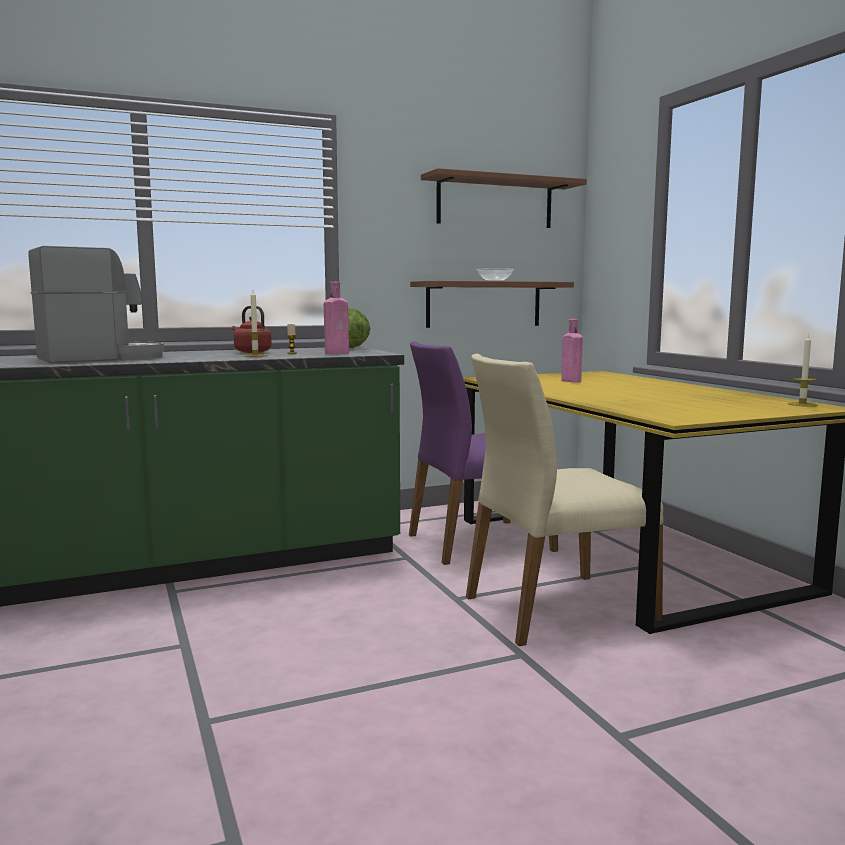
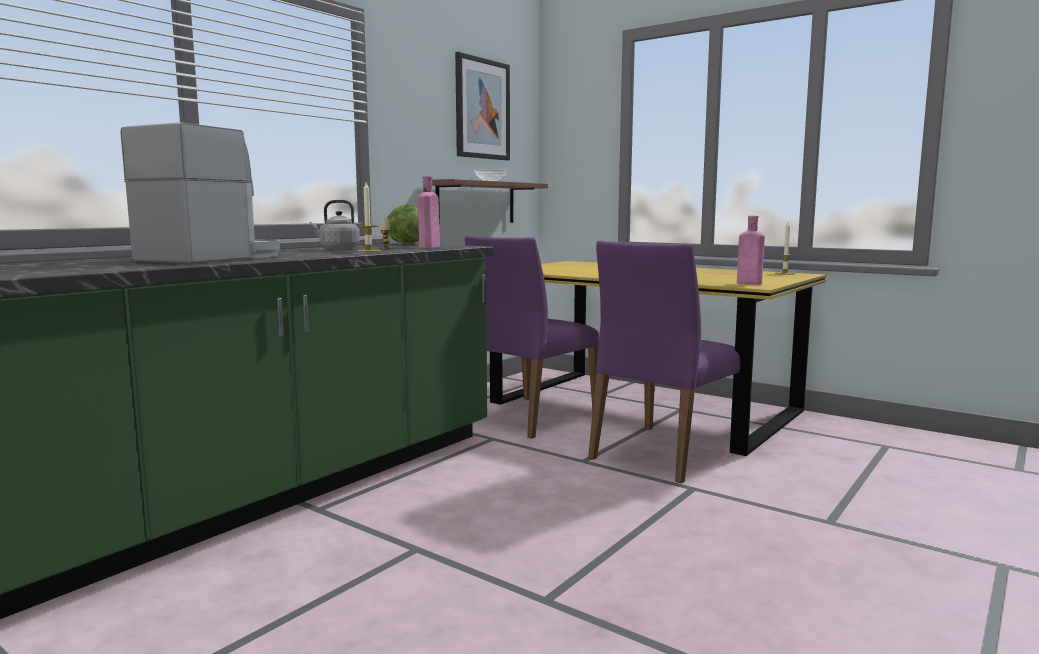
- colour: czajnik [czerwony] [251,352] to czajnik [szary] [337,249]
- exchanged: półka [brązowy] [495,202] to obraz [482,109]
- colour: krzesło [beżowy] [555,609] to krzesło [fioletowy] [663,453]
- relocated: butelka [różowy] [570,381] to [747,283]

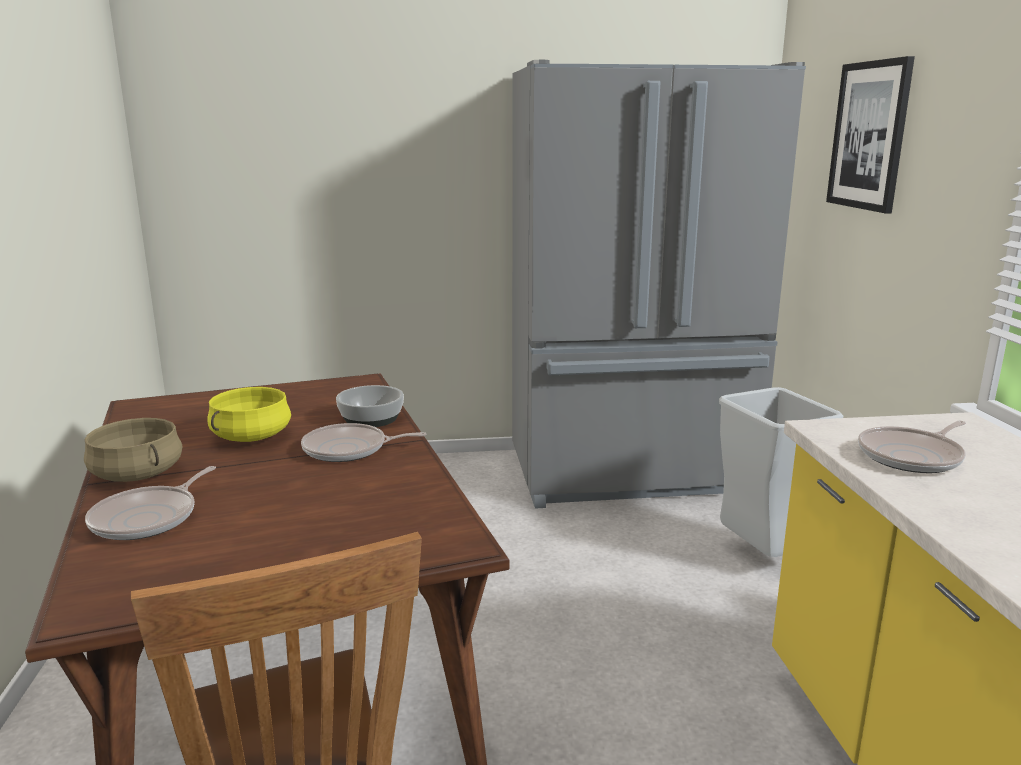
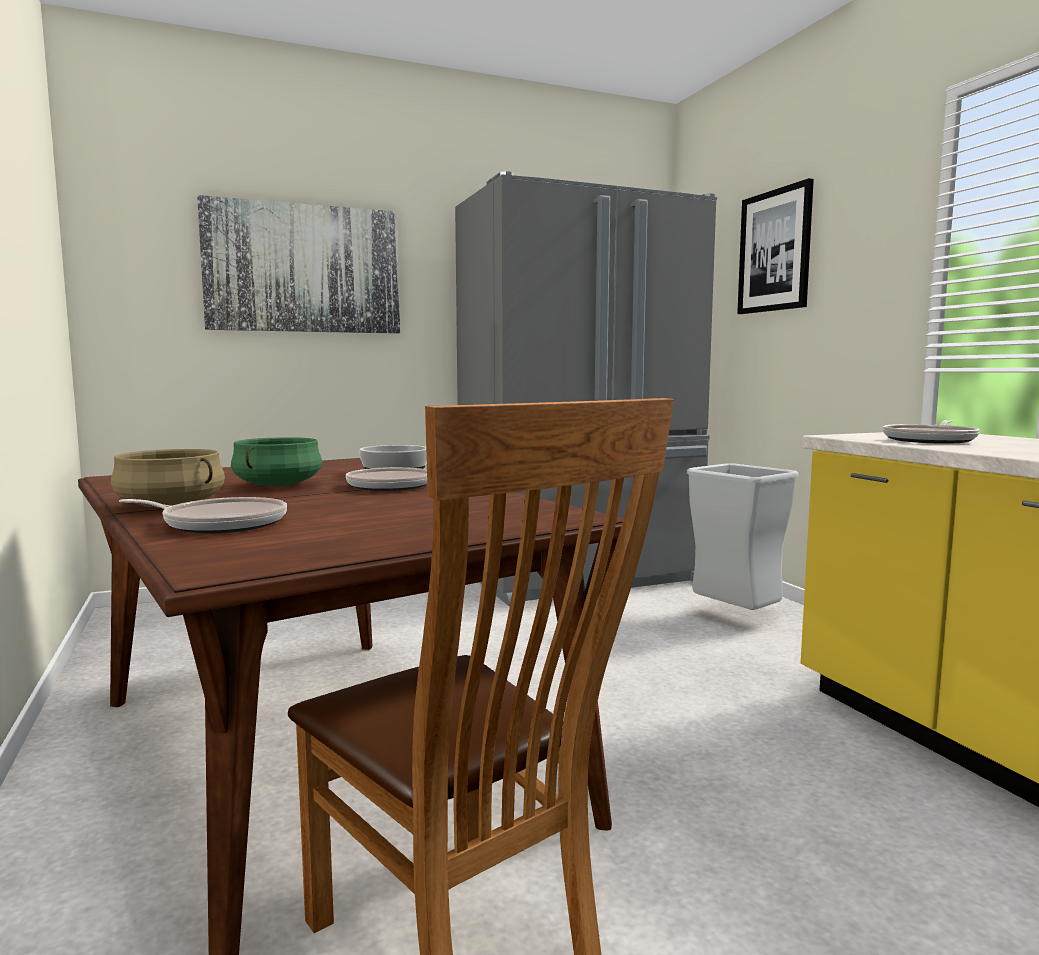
- spun: patelnia [149,518] = [220,524] 90 degrees counterclockwise
- colour: garnek [żółty] [251,436] to garnek [zielony] [277,485]
- appeared: obraz [303,269]

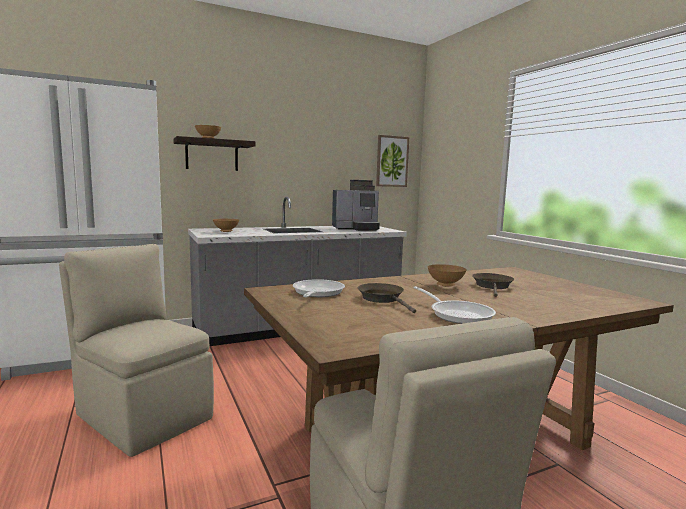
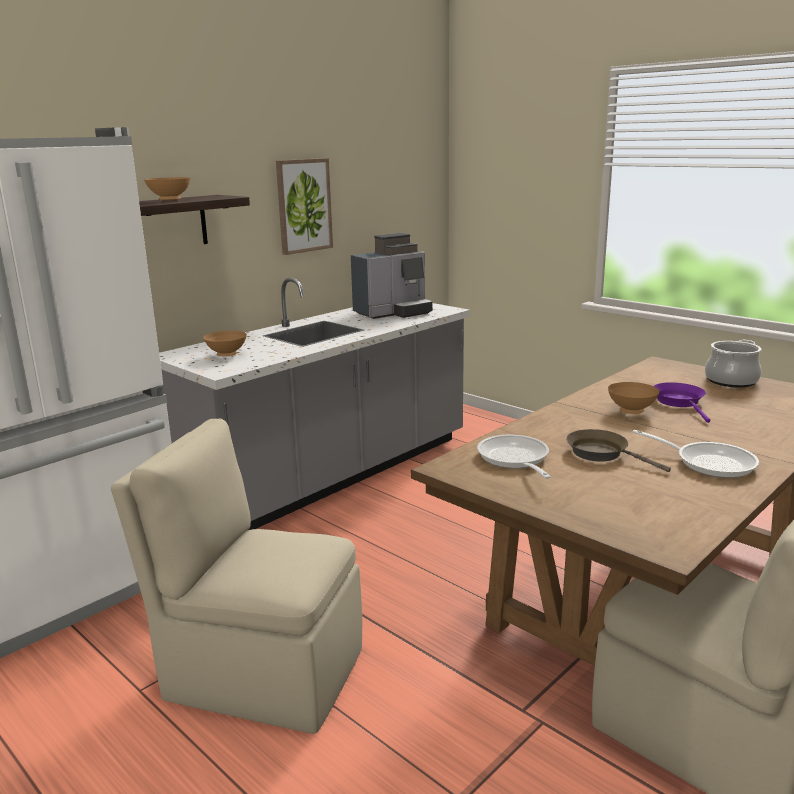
- relocated: obraz [392,161] to [304,206]
- colour: patelnia [brązowy] [492,286] to patelnia [fioletowy] [680,402]
- appeared: garnek [731,381]

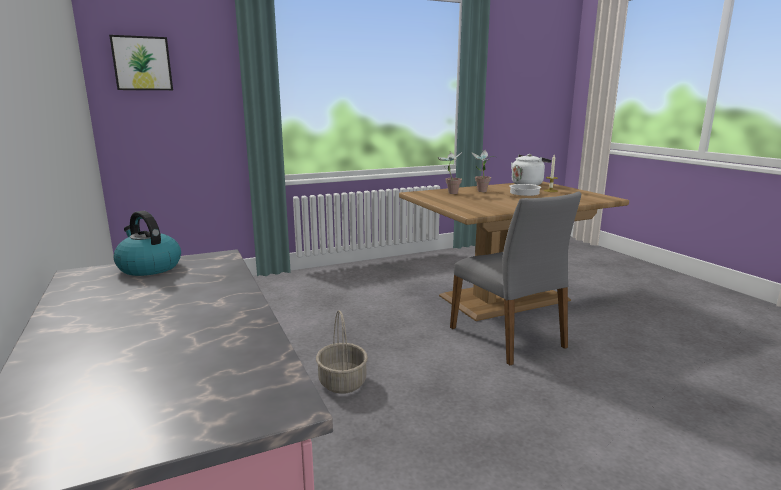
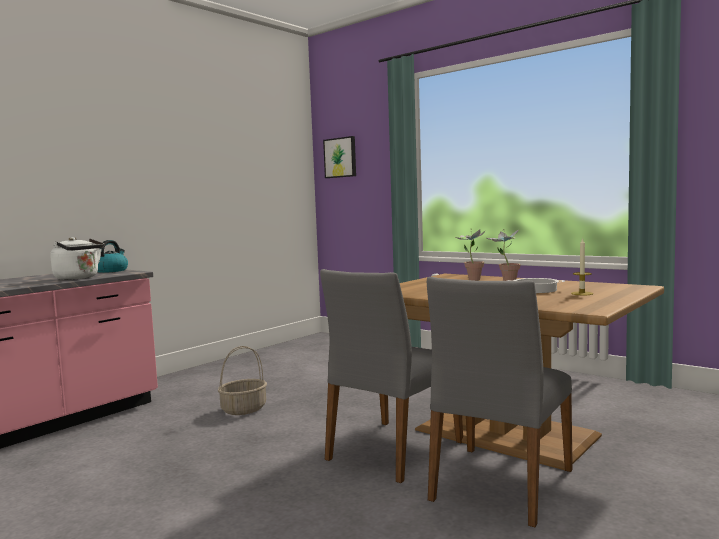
- relocated: czajnik [biały] [528,184] to [79,278]
- appeared: krzesło [szary] [499,484]

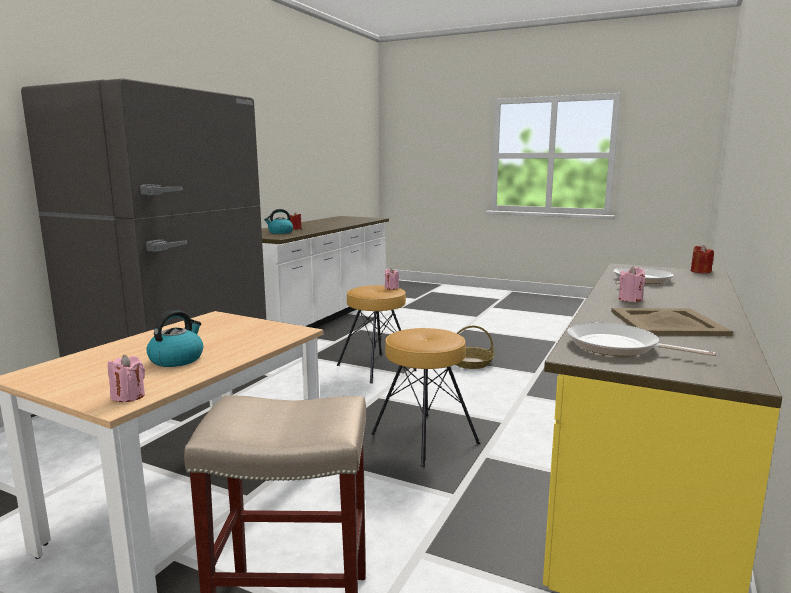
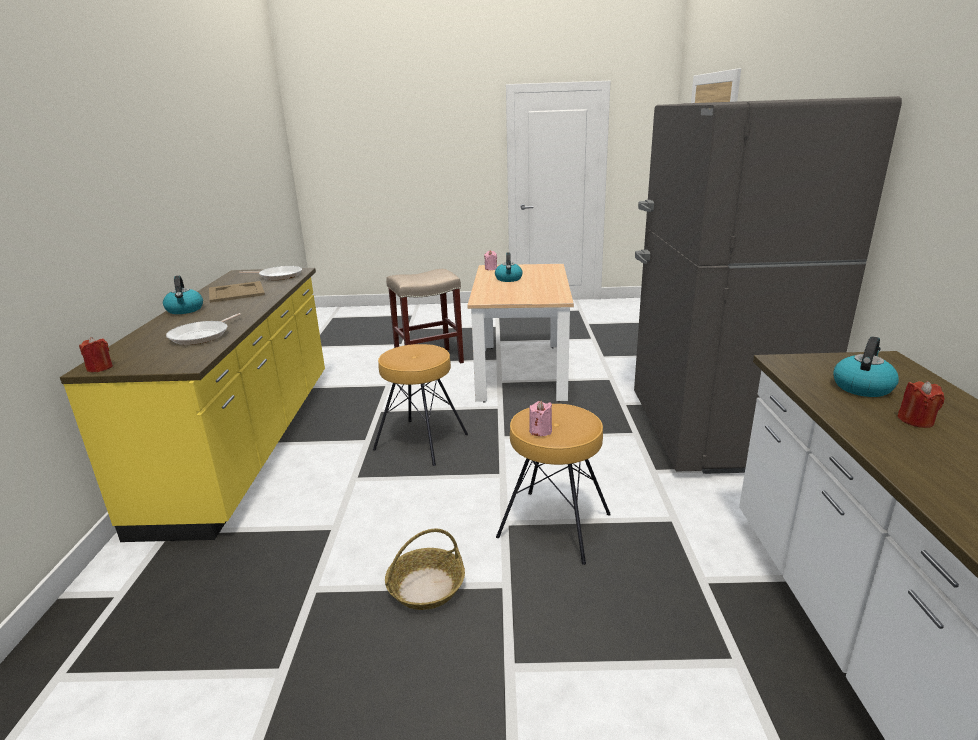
- missing: świeca [różowy] [630,299]
- appeared: czajnik [185,310]

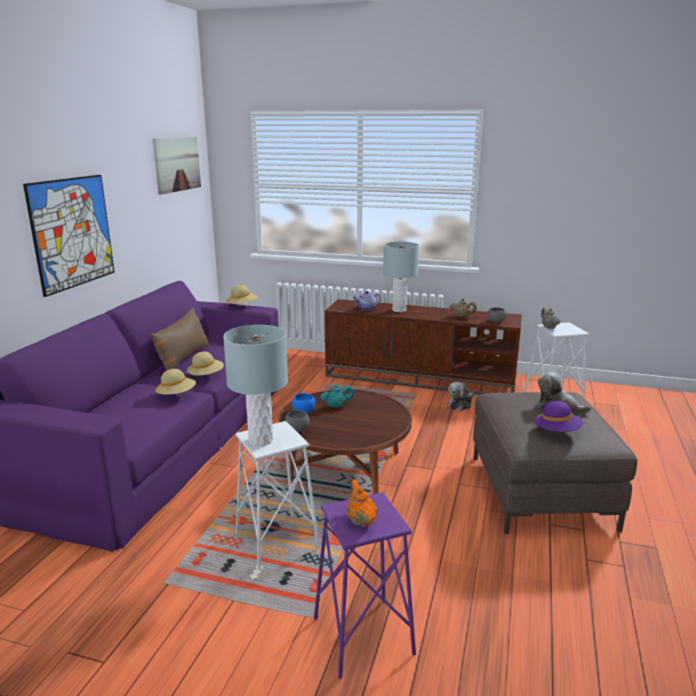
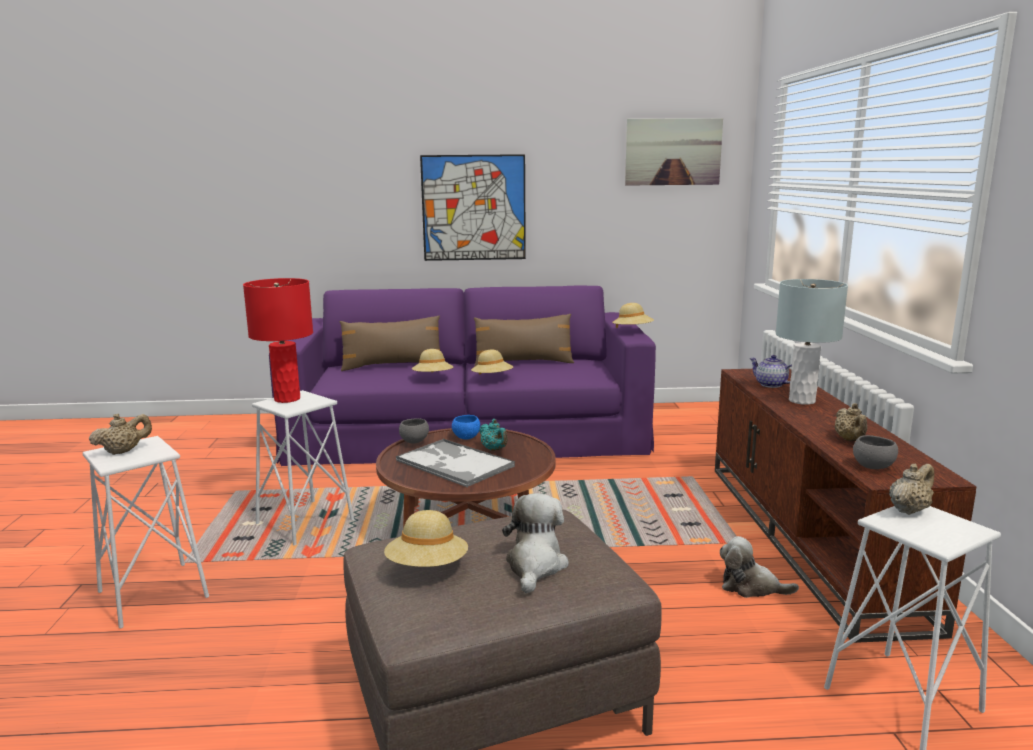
- colour: lampa stołowa [szary] [260,440] to lampa stołowa [czerwony] [287,399]
- colour: stołek [fioletowy] [362,636] to stołek [biały] [154,594]
- colour: imbryk [pomarańczowy] [360,520] to imbryk [beżowy] [123,451]
- colour: kapelusz [fioletowy] [557,432] to kapelusz [beżowy] [427,567]
- appeared: poduszka [brązowy] [392,366]
- appeared: taca [453,463]

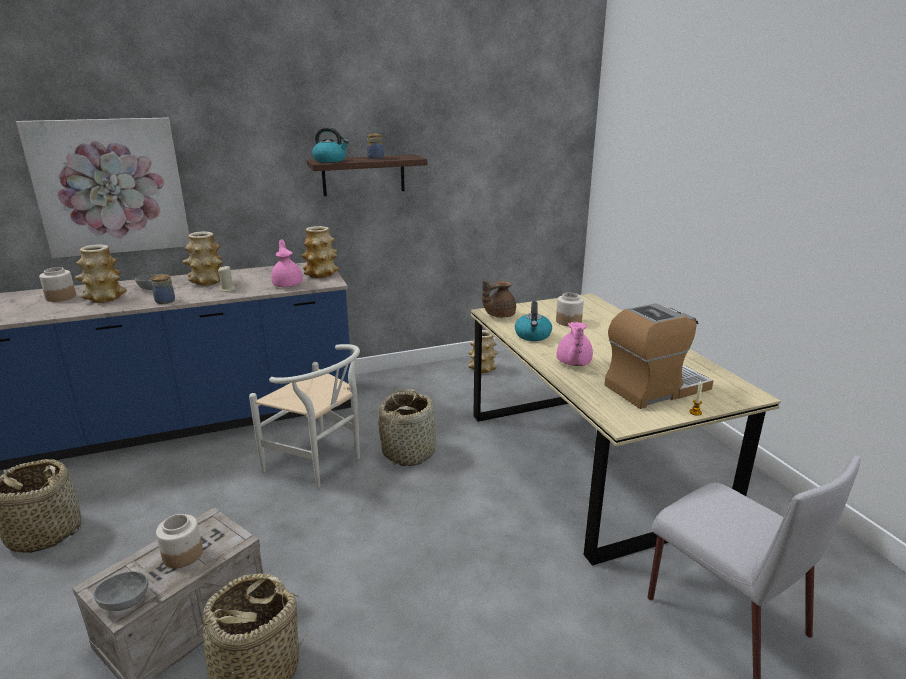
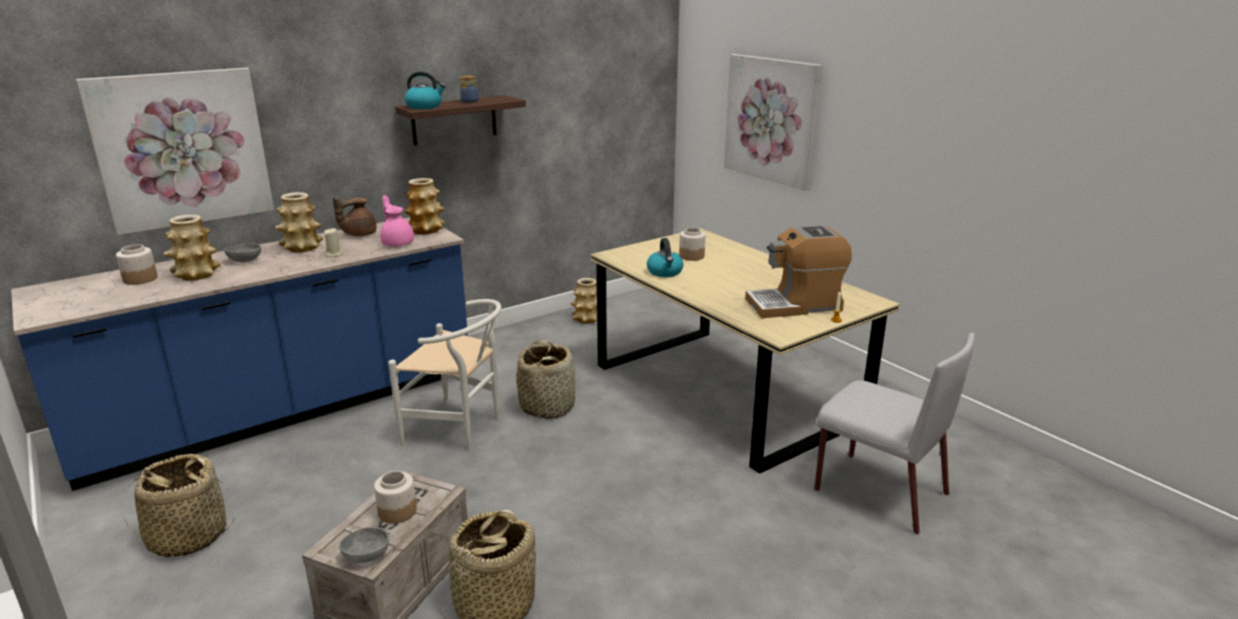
- missing: słoik [166,301]
- relocated: imbryk [brązowy] [498,315] to [358,234]
- missing: imbryk [różowy] [573,363]
- spun: ekspres do kawy [655,388] = [795,305] 150 degrees counterclockwise
- appeared: obraz [771,120]

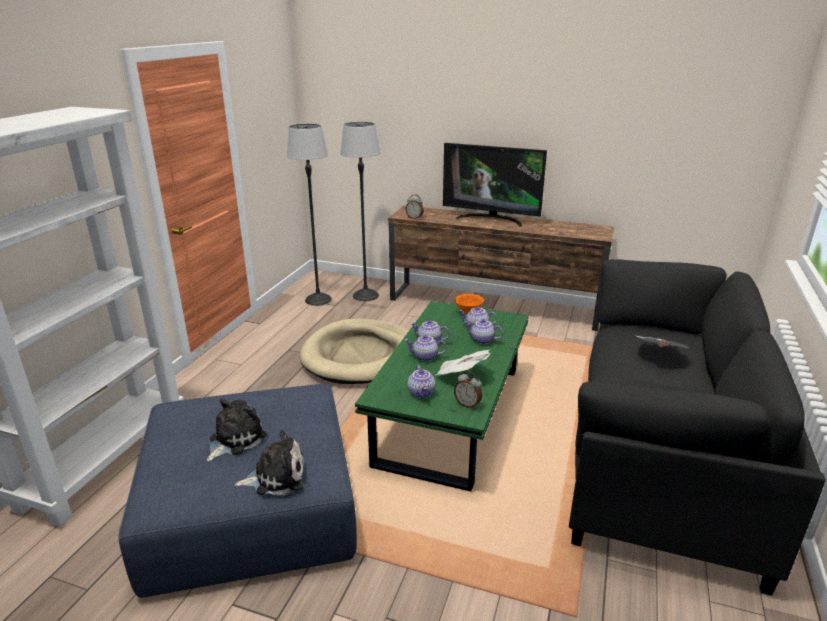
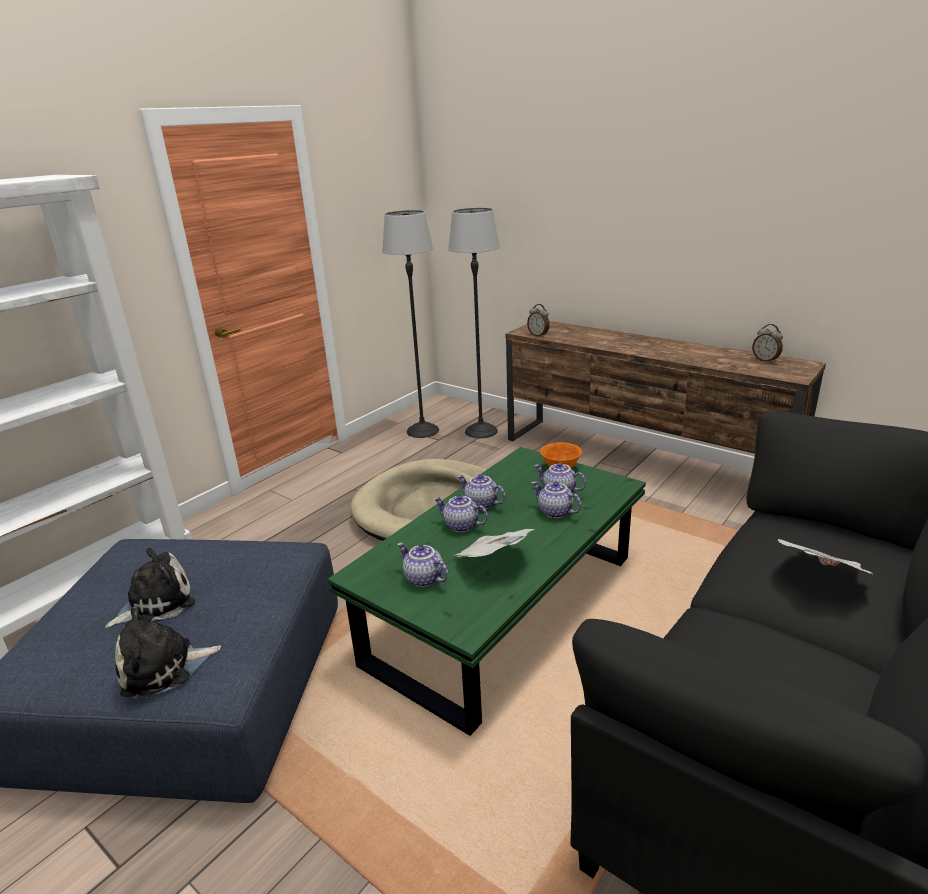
- spun: pluszak [276,477] = [164,668] 150 degrees clockwise
- spun: imbryk [422,393] = [423,579] 120 degrees clockwise
- missing: telewizor [491,219]
- relocated: budzik [467,404] to [765,360]

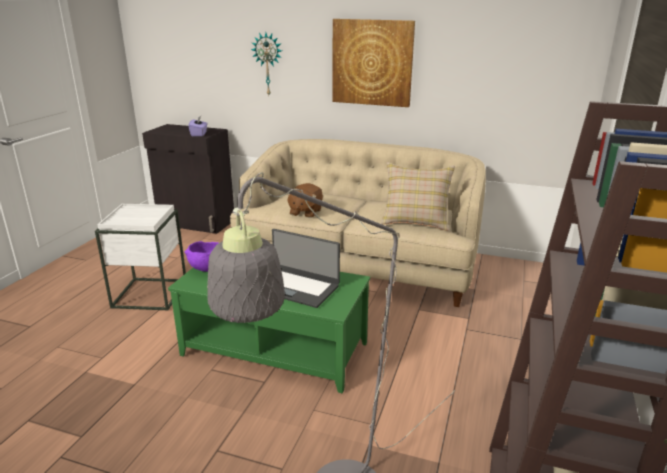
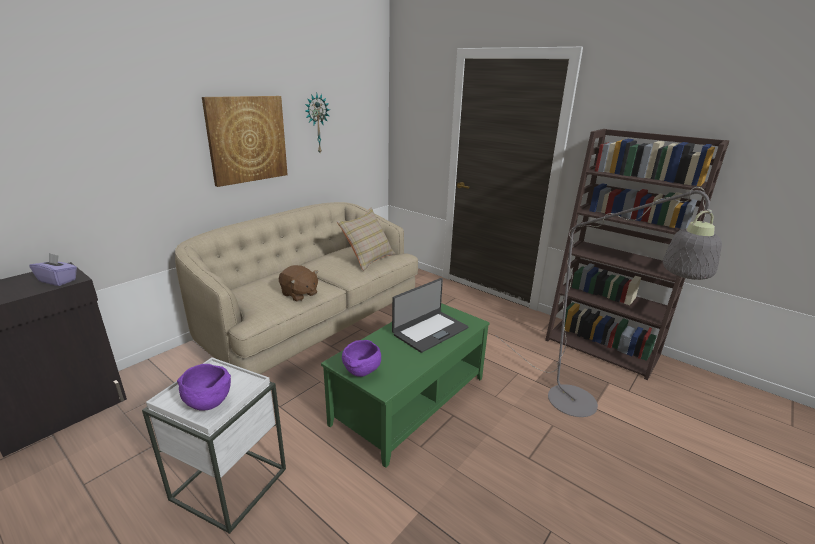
- relocated: zegar ścienny [268,64] to [316,123]
- appeared: miska [fioletowy] [207,403]

